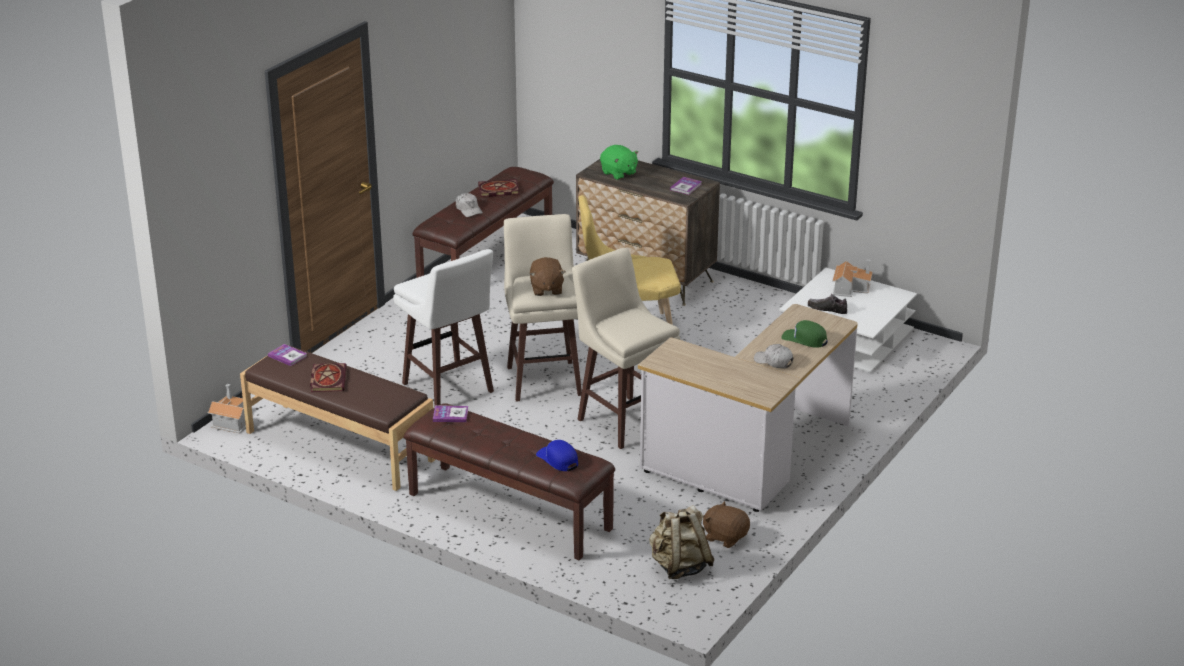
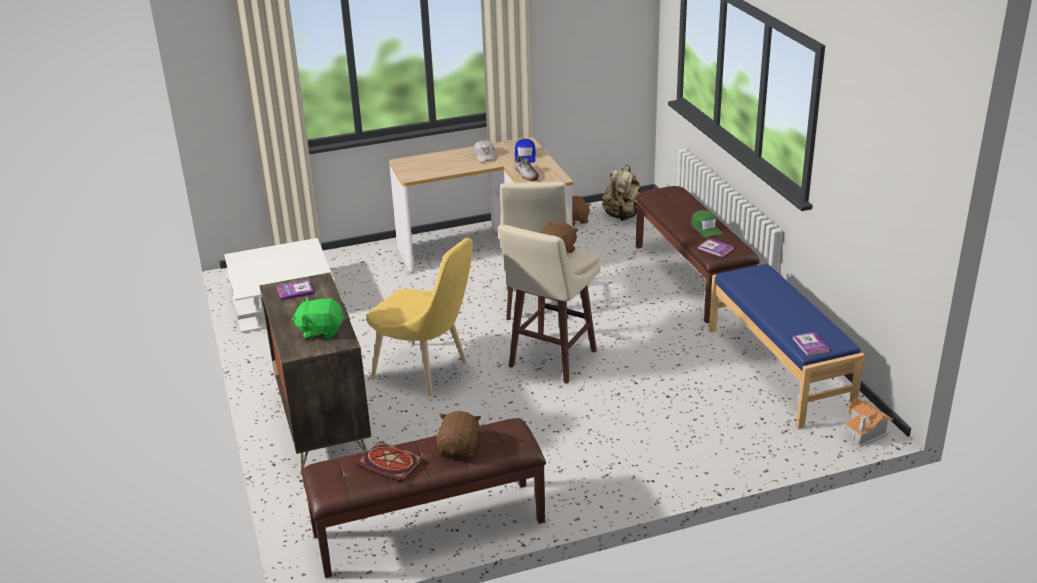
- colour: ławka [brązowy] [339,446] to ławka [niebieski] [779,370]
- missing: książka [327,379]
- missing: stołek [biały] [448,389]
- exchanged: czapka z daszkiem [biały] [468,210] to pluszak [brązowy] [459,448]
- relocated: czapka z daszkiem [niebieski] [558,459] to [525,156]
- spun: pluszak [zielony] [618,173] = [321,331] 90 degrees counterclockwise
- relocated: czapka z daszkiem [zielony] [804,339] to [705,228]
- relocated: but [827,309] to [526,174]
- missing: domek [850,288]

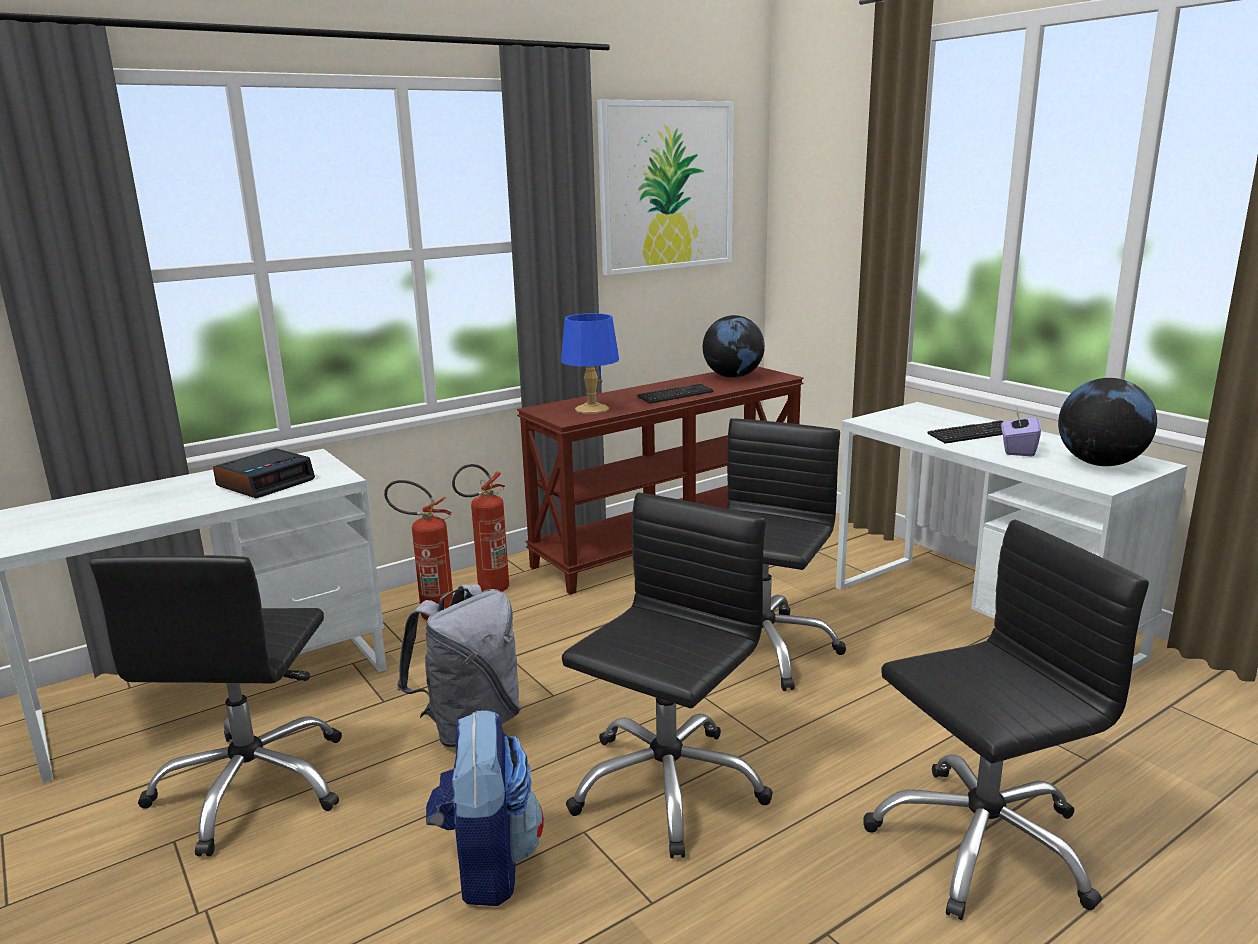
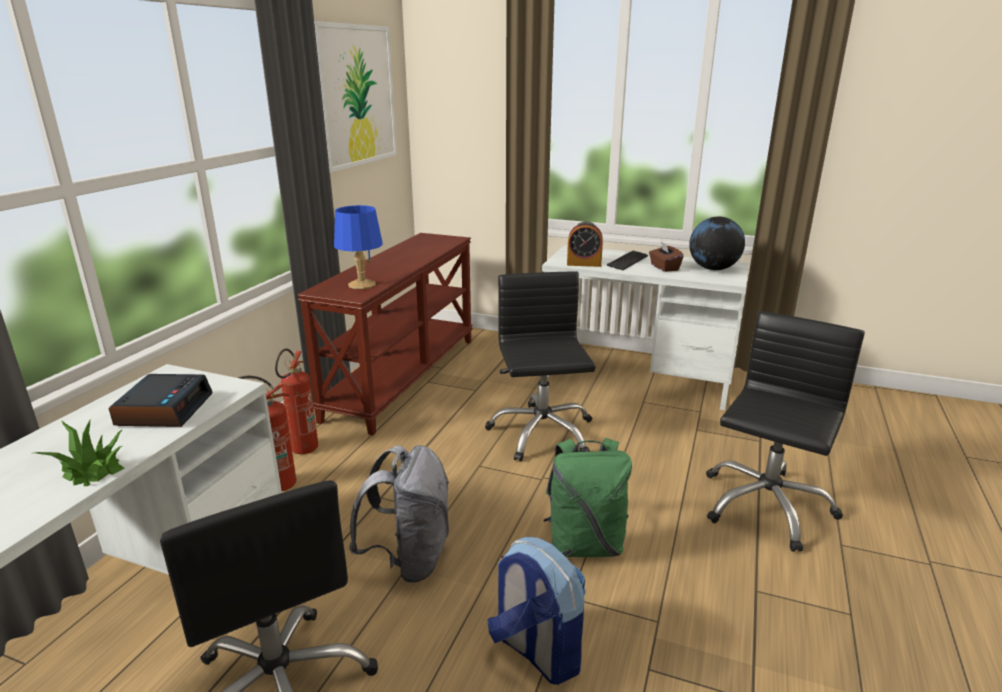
- exchanged: krzesło biurowe [czarny] [666,785] to plecak [zielony] [585,544]
- missing: klawiatura [675,395]
- missing: globus [733,377]
- colour: pudełko chusteczek [fioletowy] [1017,450] to pudełko chusteczek [brązowy] [664,267]
- appeared: roślina doniczkowa [92,469]
- appeared: budzik [584,264]

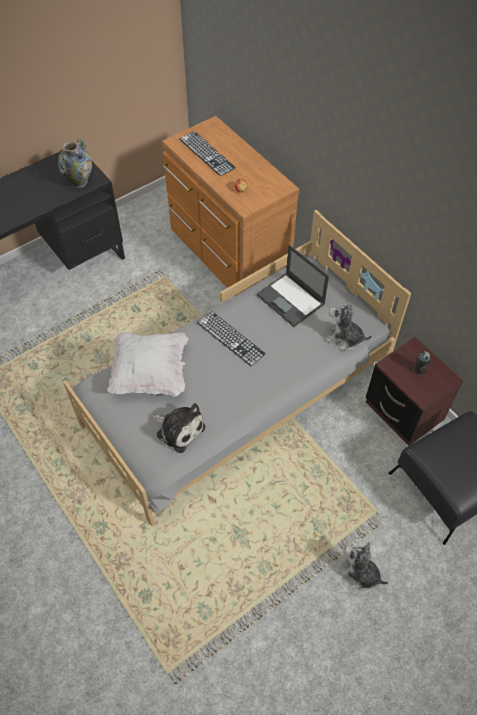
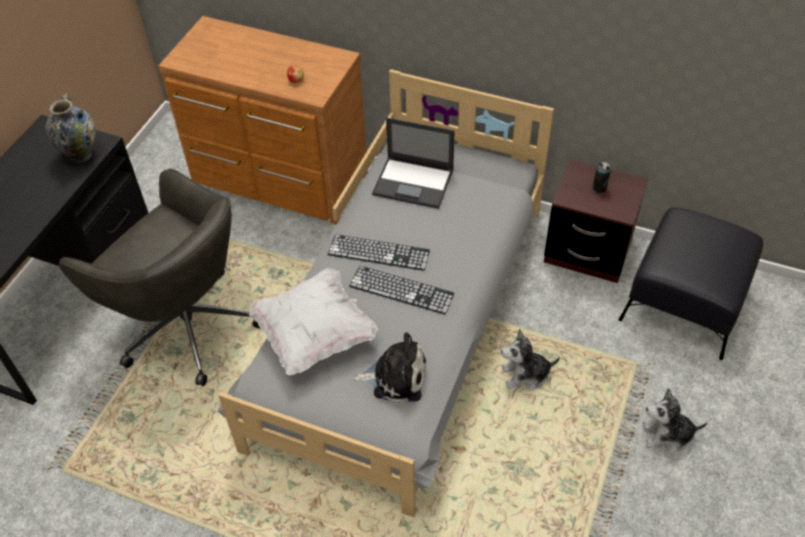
- relocated: klawiatura [206,153] to [401,290]
- relocated: pluszak [345,339] to [525,375]
- appeared: krzesło biurowe [szary] [186,324]

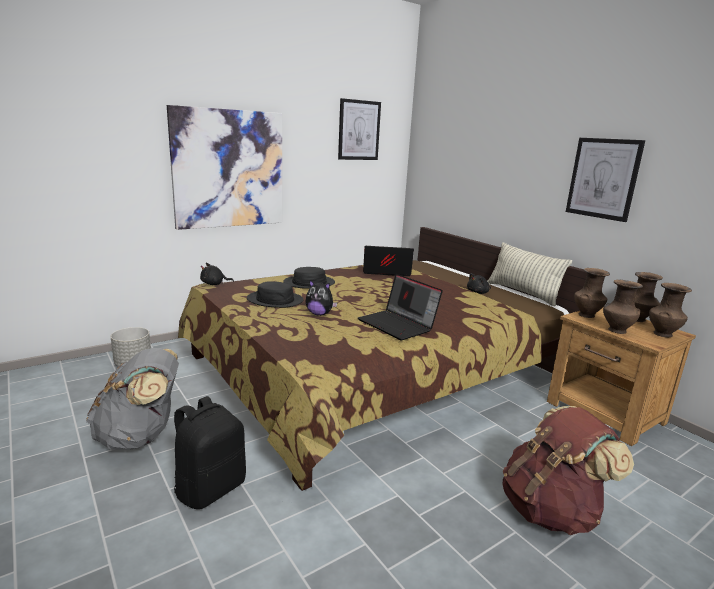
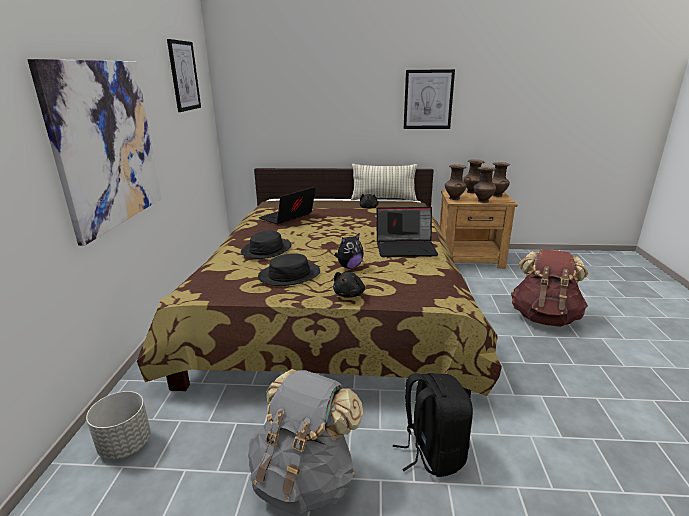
- relocated: pluszak [czarny] [214,284] to [349,294]

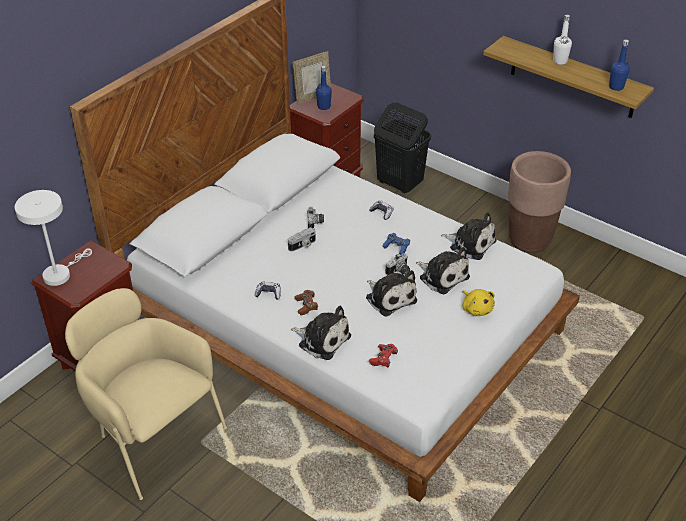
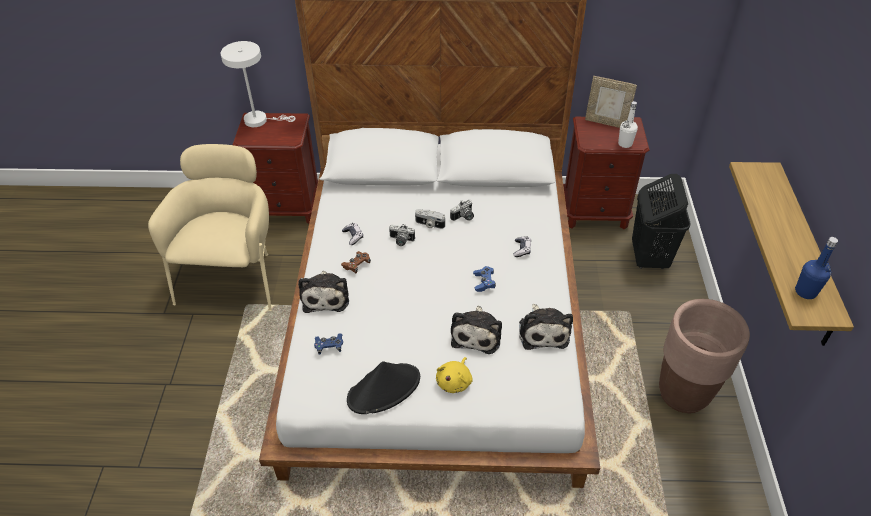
- missing: butelka [niebieski] [324,106]
- missing: pluszak [389,298]
- colour: pad do gier [czerwony] [383,359] to pad do gier [niebieski] [329,346]
- relocated: aparat fotograficzny [399,272] to [401,241]
- relocated: butelka [biały] [559,61] to [625,144]
- appeared: kapelusz [czarny] [384,389]

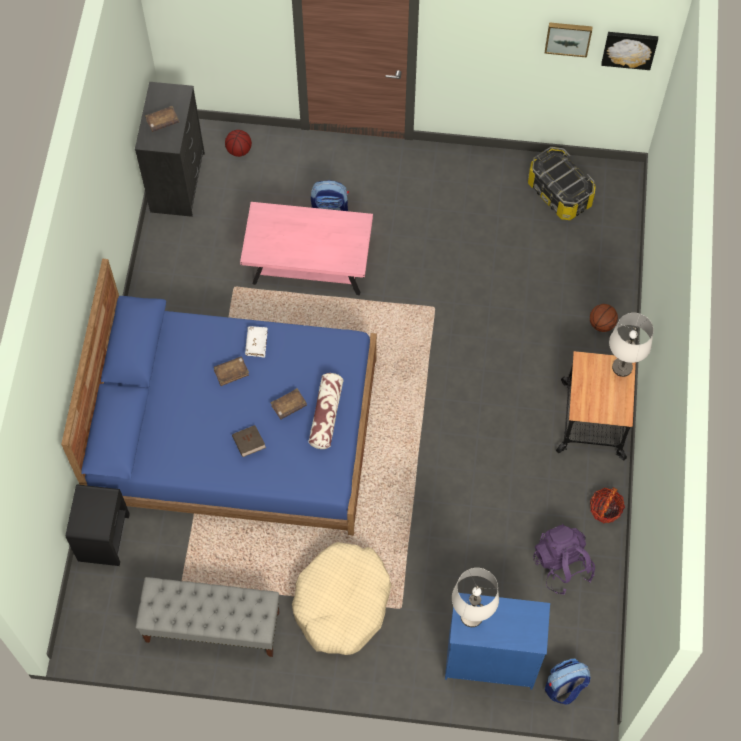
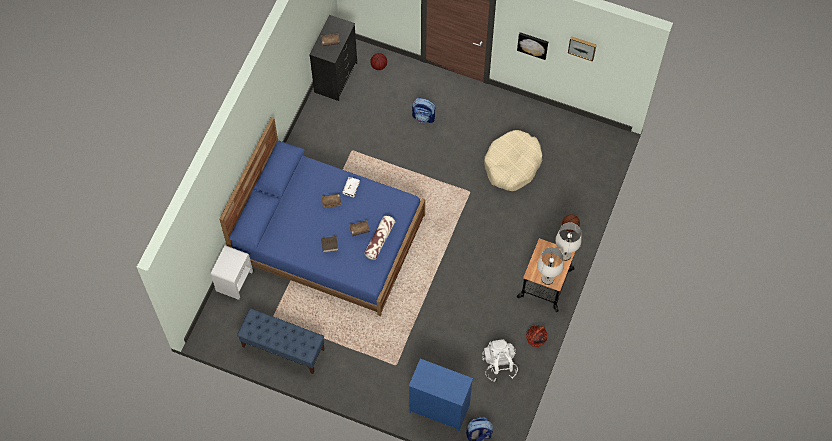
- colour: szafka nocna [czarny] [104,537] to szafka nocna [biały] [234,280]
- colour: ławka [szary] [212,626] to ławka [niebieski] [283,348]
- missing: ława [różowy] [309,263]
- relocated: legowisko [beżowy] [342,603] to [512,165]
- relocated: lampa stołowa [biały] [471,616] to [547,279]
- missing: pojemnik do przechowywania [559,193]
- colour: plecak [fioletowy] [561,565] to plecak [biały] [499,364]
- relocated: obraz [629,49] to [533,44]

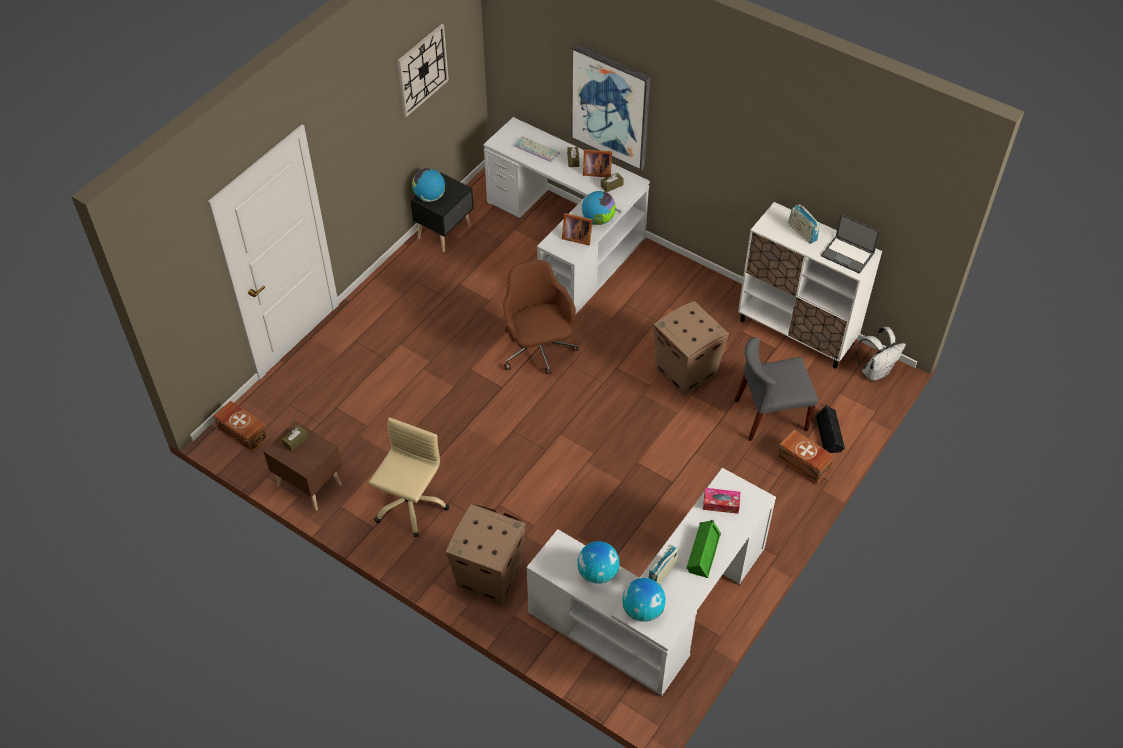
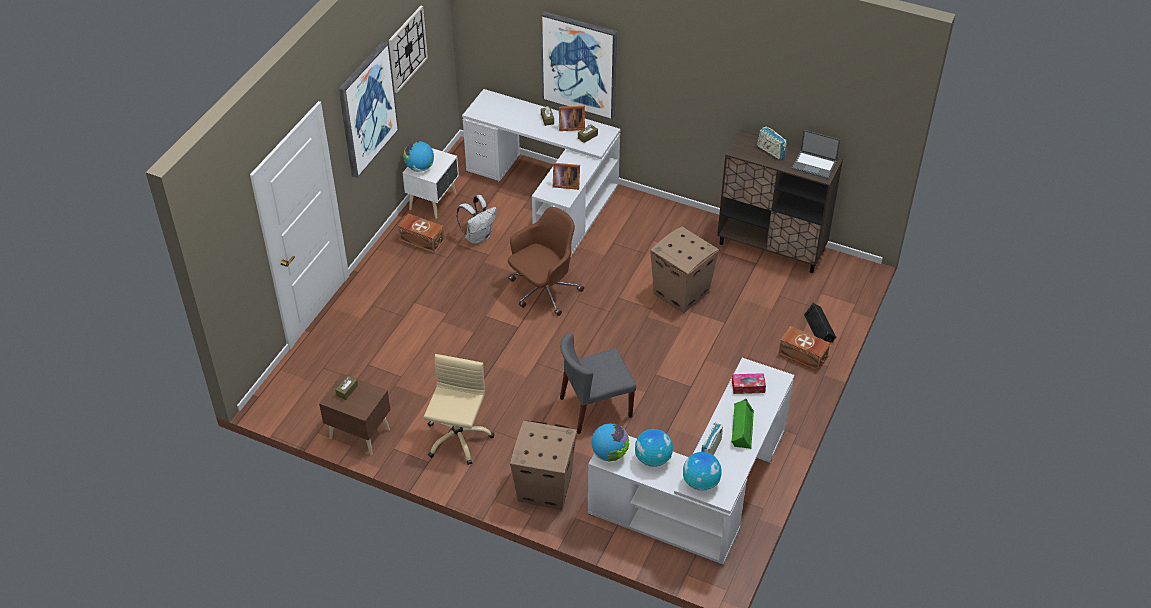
- relocated: pojemnik do przechowywania [brązowy] [243,433] to [421,240]
- colour: szafka nocna [czarny] [445,232] to szafka nocna [biały] [434,201]
- spun: krzesło biurowe [brązowy] [538,349] = [543,291] 75 degrees clockwise
- missing: klawiatura [537,149]
- relocated: globus [598,220] to [609,454]
- relocated: krzesło [szary] [770,415] to [595,408]
- colour: szafka [biały] [797,332] to szafka [brązowy] [772,247]
- relocated: plecak [biały] [875,371] to [478,237]
- appeared: obraz [366,109]

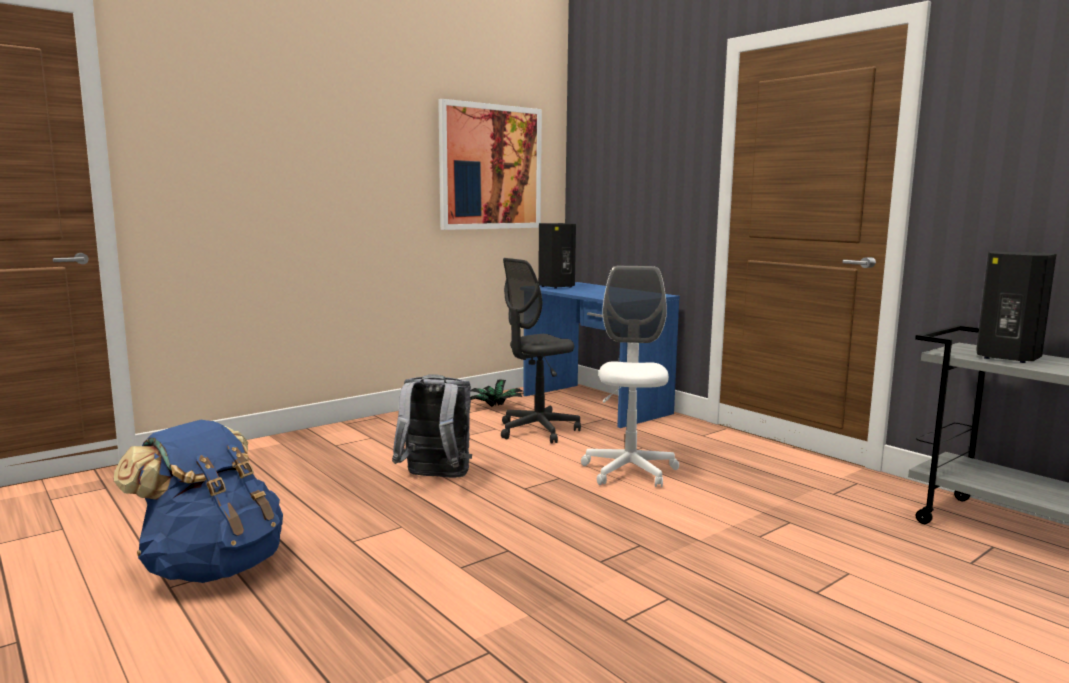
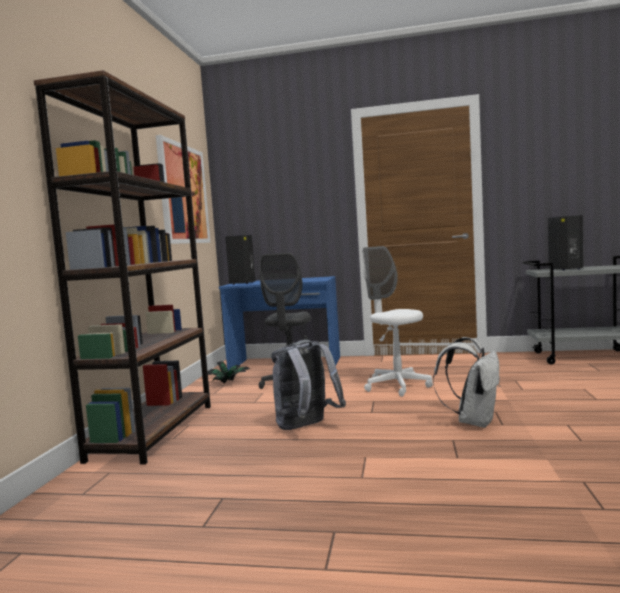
- missing: plecak [niebieski] [213,567]
- appeared: regał [brązowy] [154,431]
- appeared: plecak [biały] [474,421]

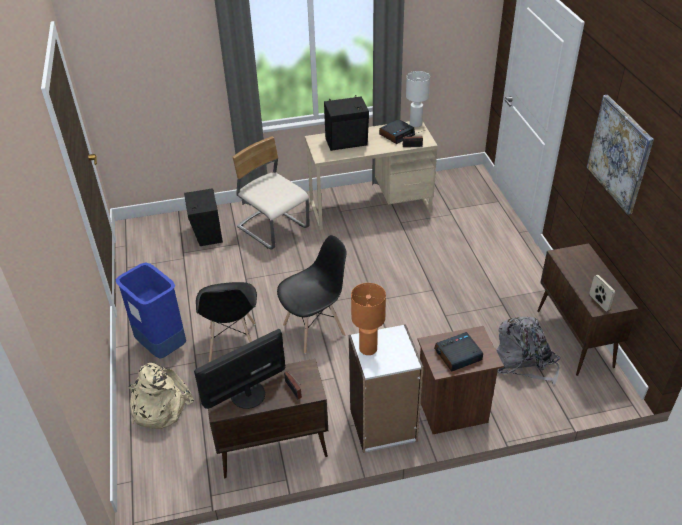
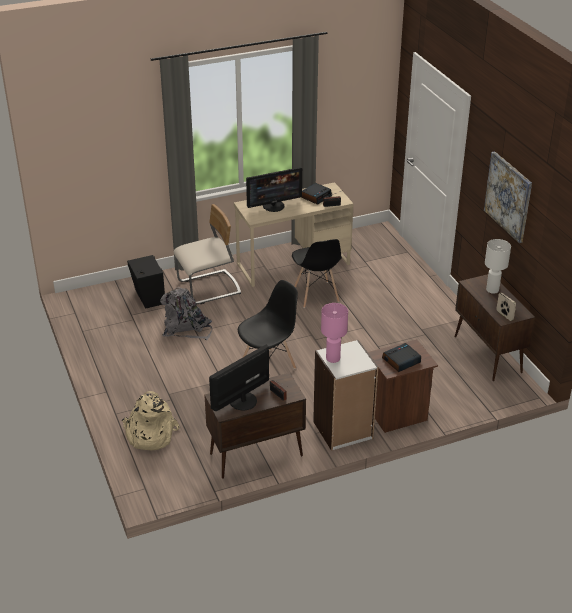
- missing: kosz na śmieci [niebieski] [162,346]
- relocated: krzesło [czarny] [232,343] to [316,295]
- spun: krzesło [beżowy] [273,228] = [209,288] 120 degrees clockwise
- exchanged: głośnik [czarny] [347,143] to monitor [273,206]
- colour: lampa stołowa [pomarańczowy] [368,349] to lampa stołowa [różowy] [333,359]
- relocated: lampa stołowa [biały] [415,124] to [492,290]
- relocated: plecak [szary] [524,362] to [186,328]

